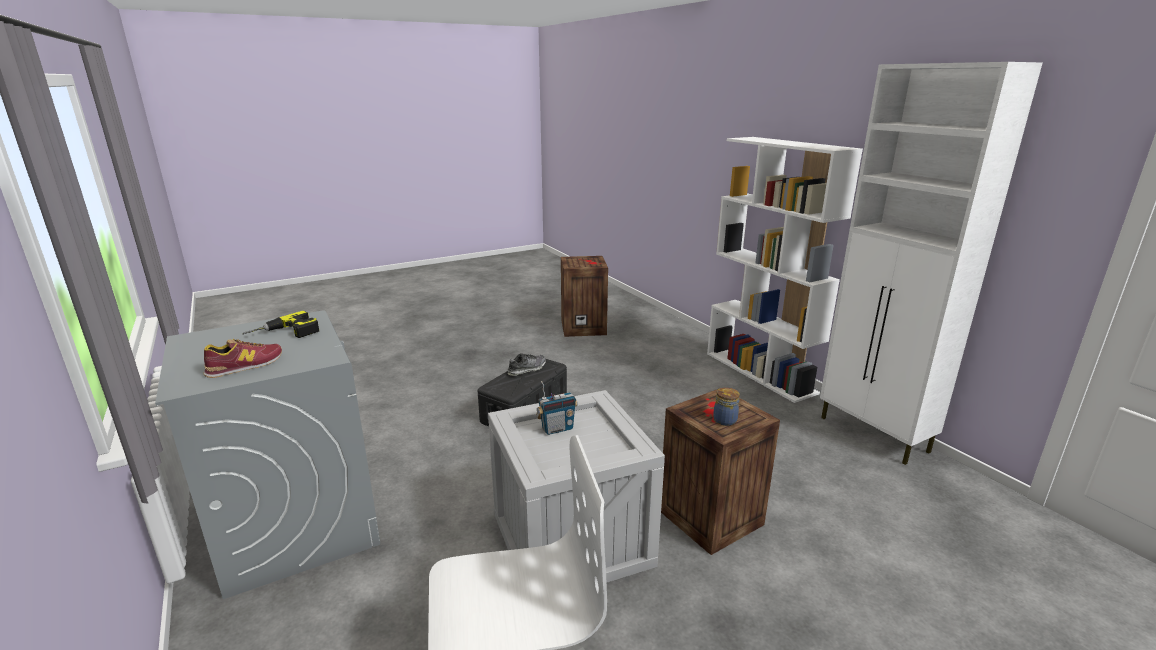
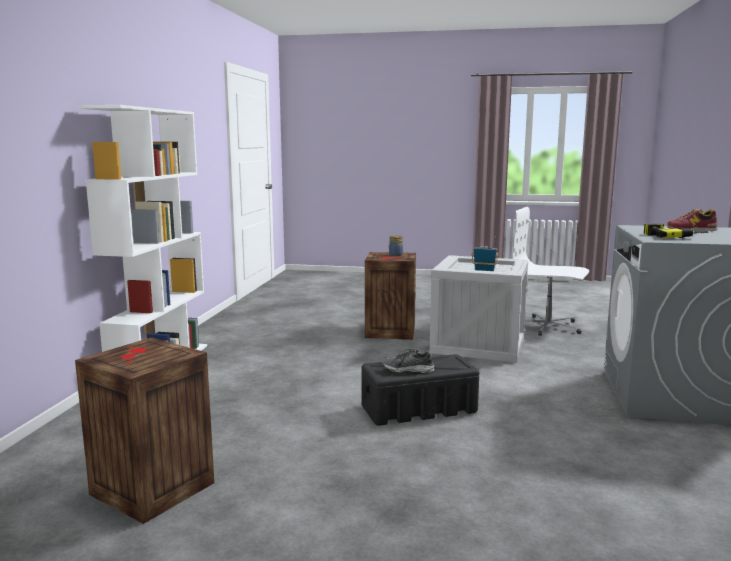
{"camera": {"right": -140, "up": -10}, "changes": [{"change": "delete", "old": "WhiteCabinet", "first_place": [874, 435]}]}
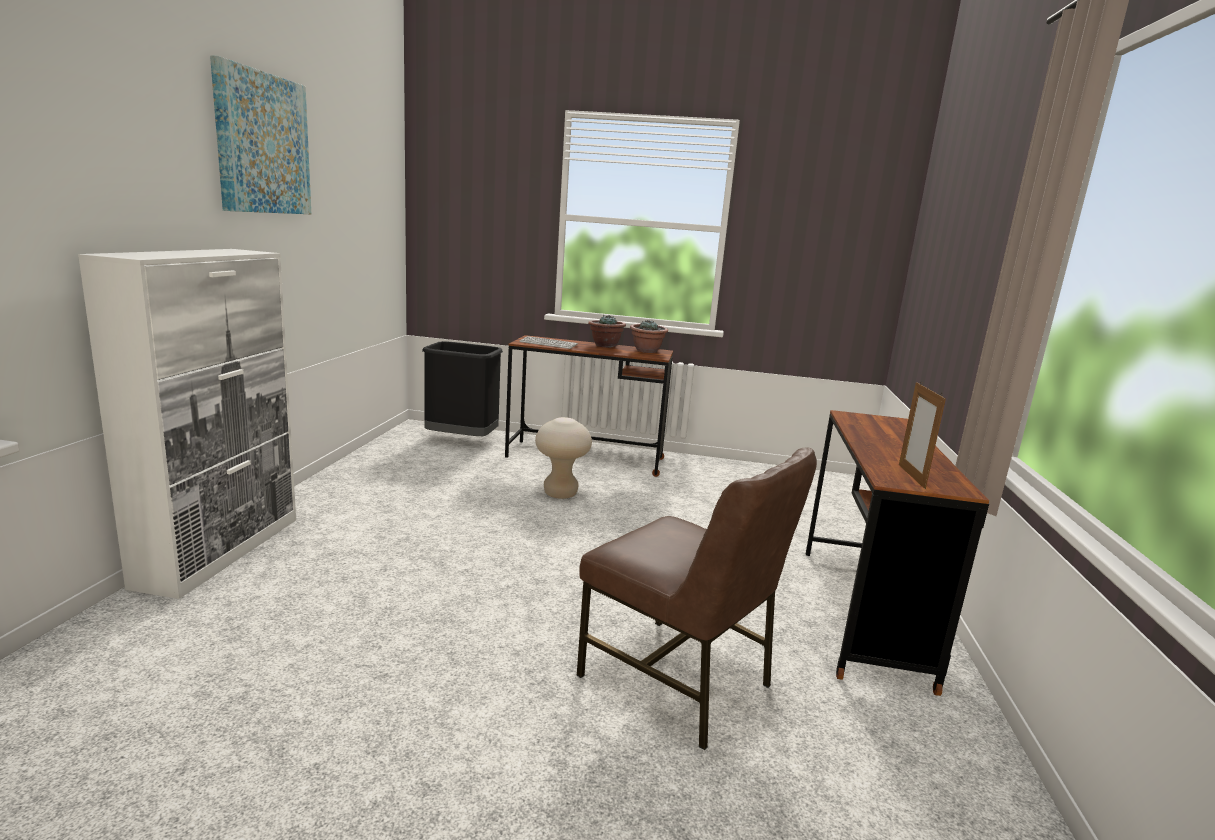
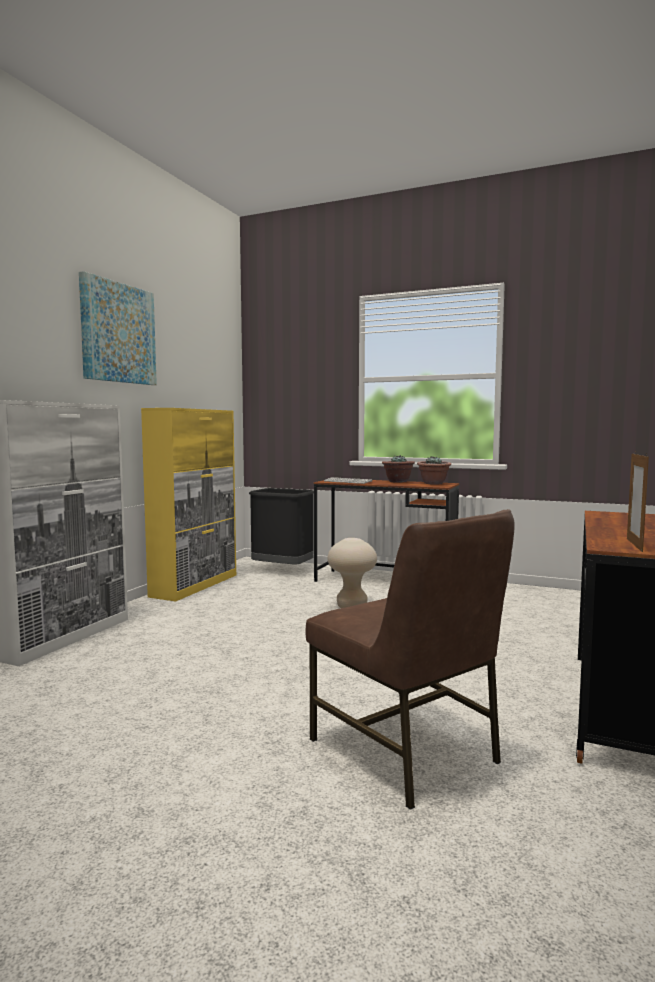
{"camera": {"right": 15, "up": -10}, "changes": [{"change": "insert", "new": "YellowCabinet", "second_place": [195, 585]}]}
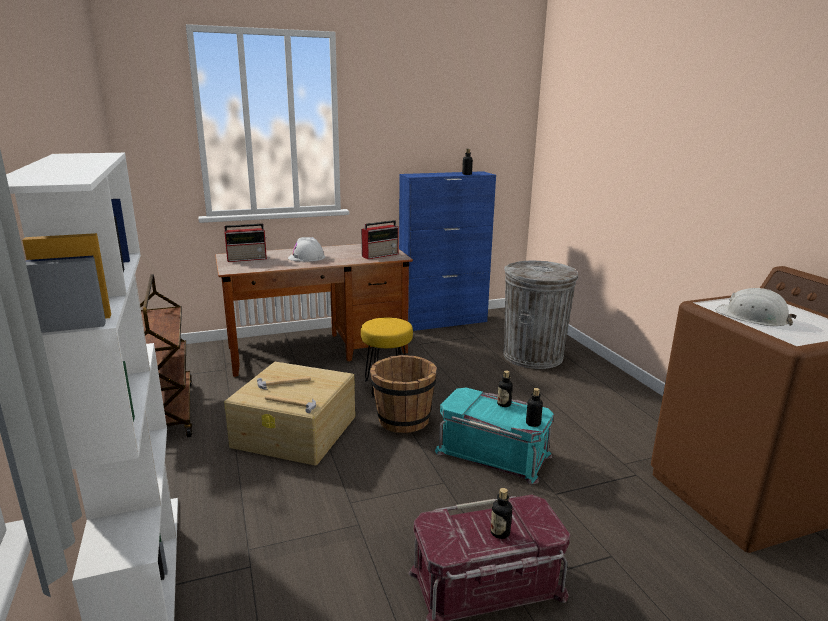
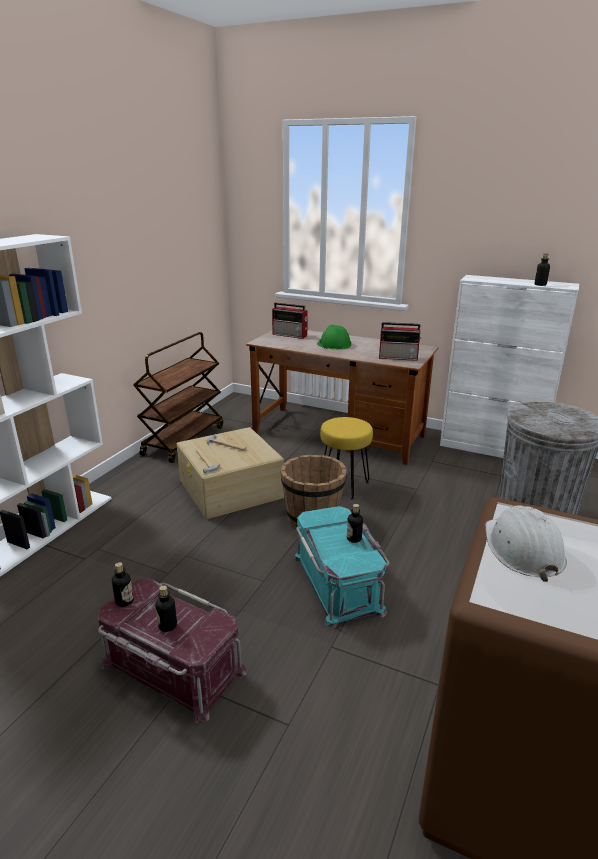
{"camera": {"right": 45, "up": 5}, "changes": [{"change": "recolor", "old": "WhiteHardHat", "new": "GreenHardHat", "first_place": [306, 257], "second_place": [334, 344]}, {"change": "recolor", "old": "BlueCabinet", "new": "WhiteCabinet", "first_place": [443, 321], "second_place": [491, 449]}, {"change": "move", "old": "Bottle", "first_place": [533, 423], "second_place": [124, 601]}]}
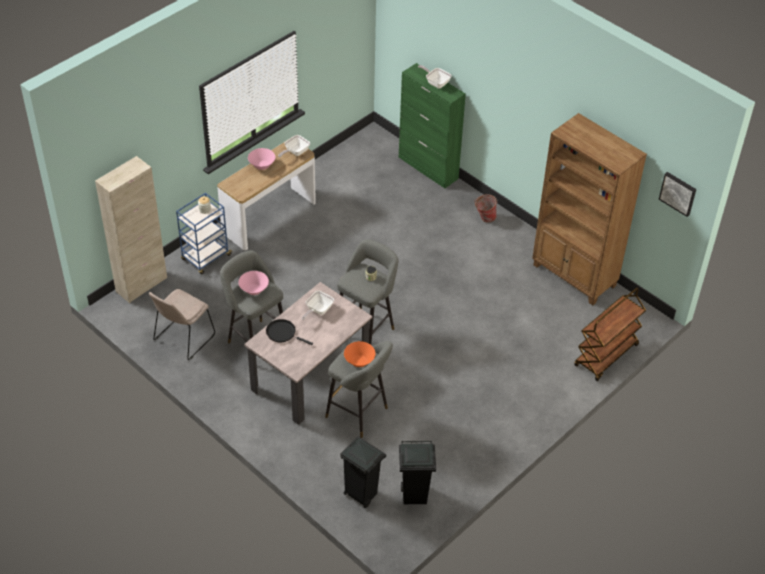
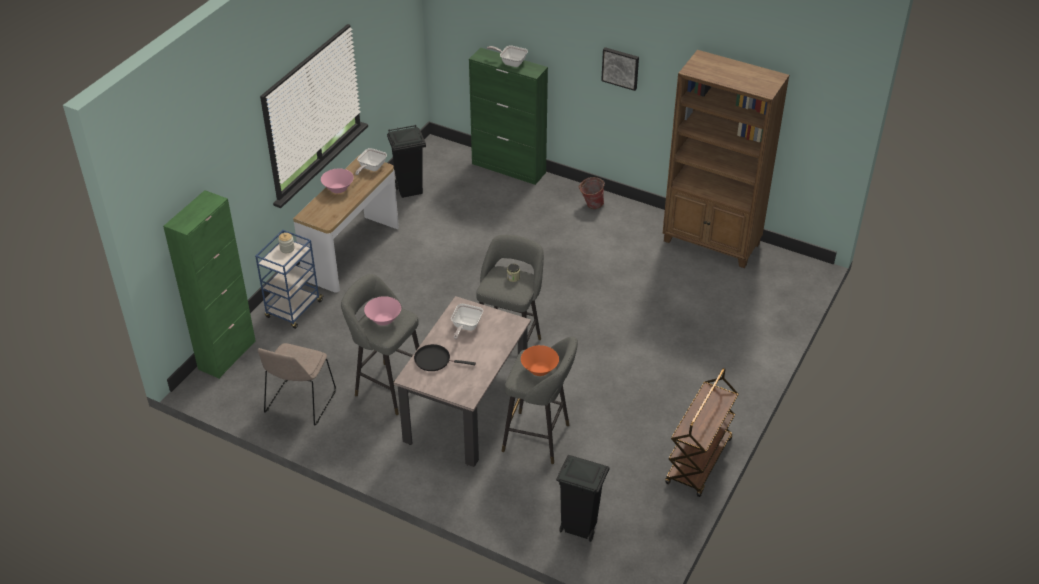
{"camera": {"right": -15, "up": -5}, "changes": [{"change": "recolor", "old": "BeigeCabinet", "new": "GreenCabinet", "first_place": [141, 285], "second_place": [227, 355]}, {"change": "move", "old": "BlackTrashCan", "first_place": [415, 495], "second_place": [410, 190]}, {"change": "move", "old": "BrownCart", "first_place": [606, 356], "second_place": [699, 462]}, {"change": "move", "old": "Picture", "first_place": [678, 193], "second_place": [620, 68]}]}
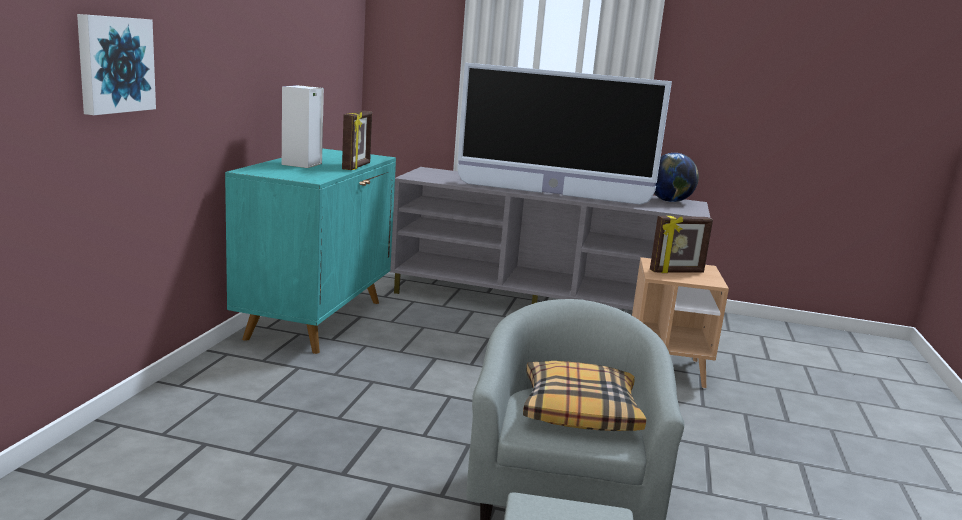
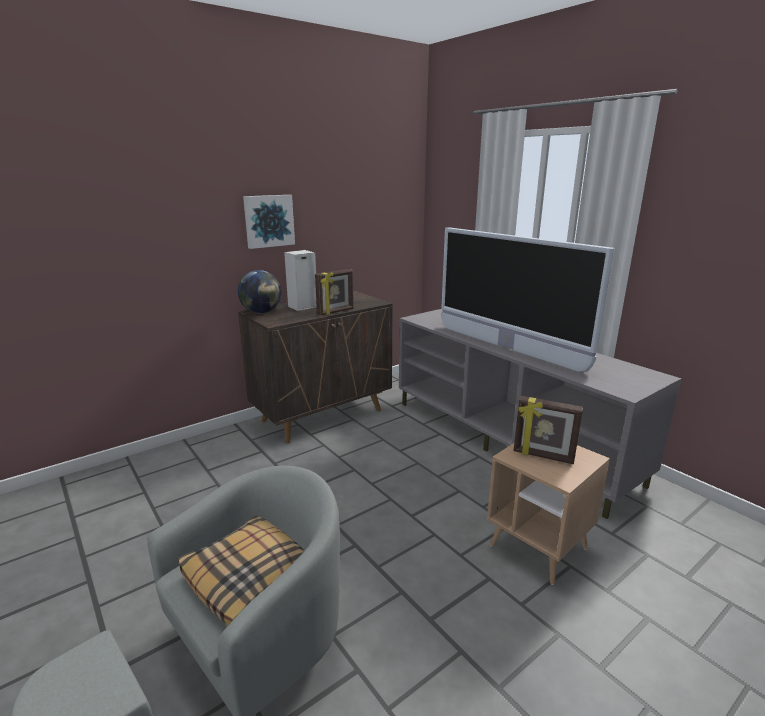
{"camera": {"right": 40, "up": 5}, "changes": [{"change": "move", "old": "Picture", "first_place": [114, 64], "second_place": [268, 221]}, {"change": "recolor", "old": "TurquoiseCabinet", "new": "BrownCabinet", "first_place": [316, 319], "second_place": [323, 415]}, {"change": "move", "old": "Globe", "first_place": [669, 201], "second_place": [261, 312]}]}
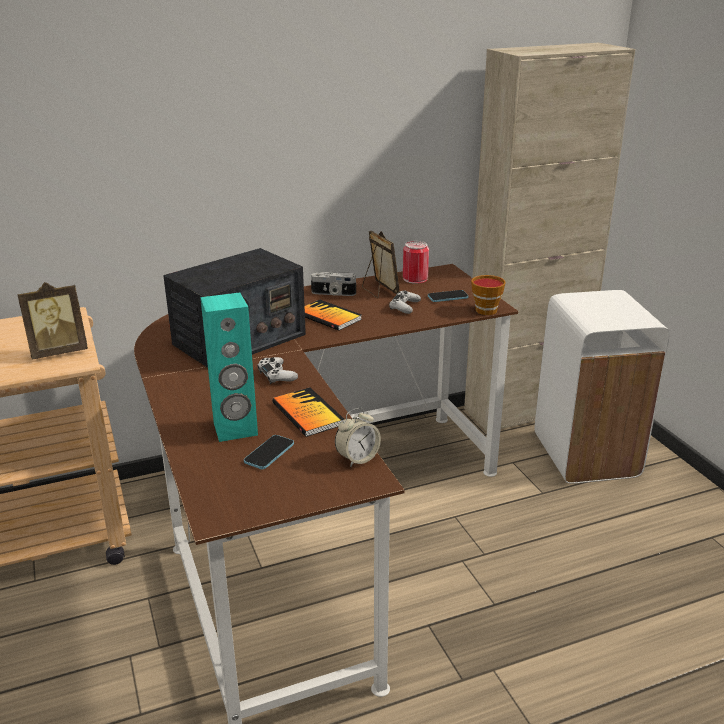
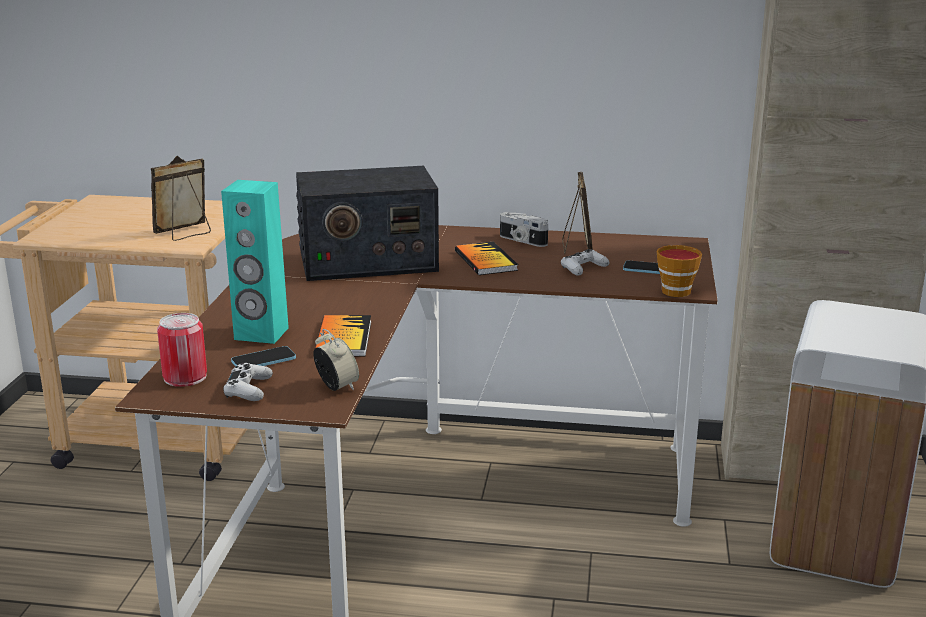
{"camera": {"right": 30, "up": -5}, "changes": [{"change": "rotate", "old": "PictureFrame", "first_place": [59, 352], "second_place": [185, 233], "degrees": 135}, {"change": "move", "old": "WhiteGameController", "first_place": [277, 375], "second_place": [248, 390]}, {"change": "rotate", "old": "AlarmClock", "first_place": [357, 458], "second_place": [337, 387], "degrees": -120}, {"change": "move", "old": "Can", "first_place": [415, 278], "second_place": [185, 377]}]}
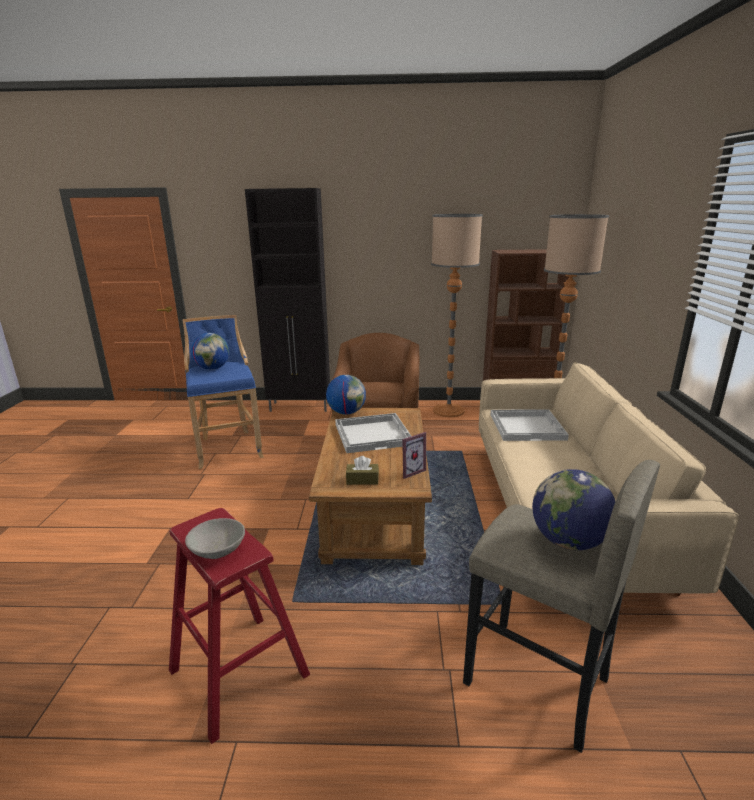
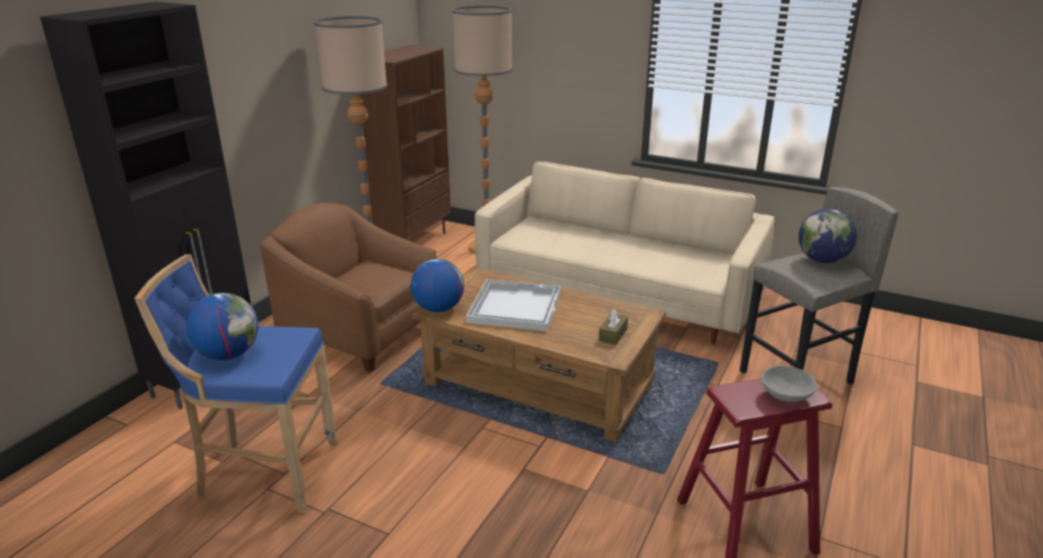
{"camera": {"right": -65, "up": 5}, "changes": [{"change": "delete", "old": "PictureFrame", "first_place": [410, 471]}, {"change": "delete", "old": "WhiteTray", "first_place": [527, 426]}]}
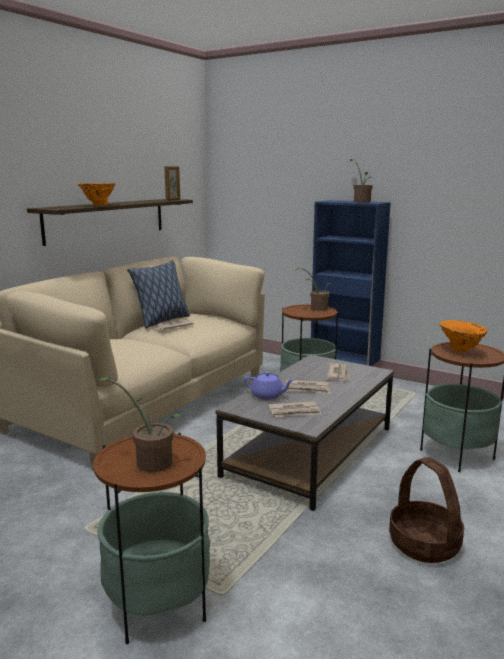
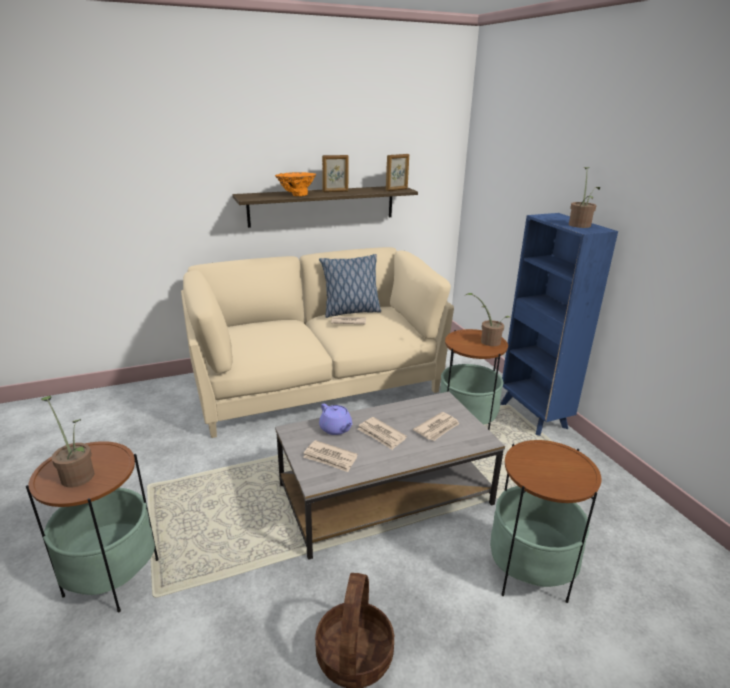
{"camera": {"right": 35, "up": 10}, "changes": [{"change": "delete", "old": "OrangeVase", "first_place": [460, 351]}, {"change": "insert", "new": "PictureFrame", "second_place": [335, 191]}]}
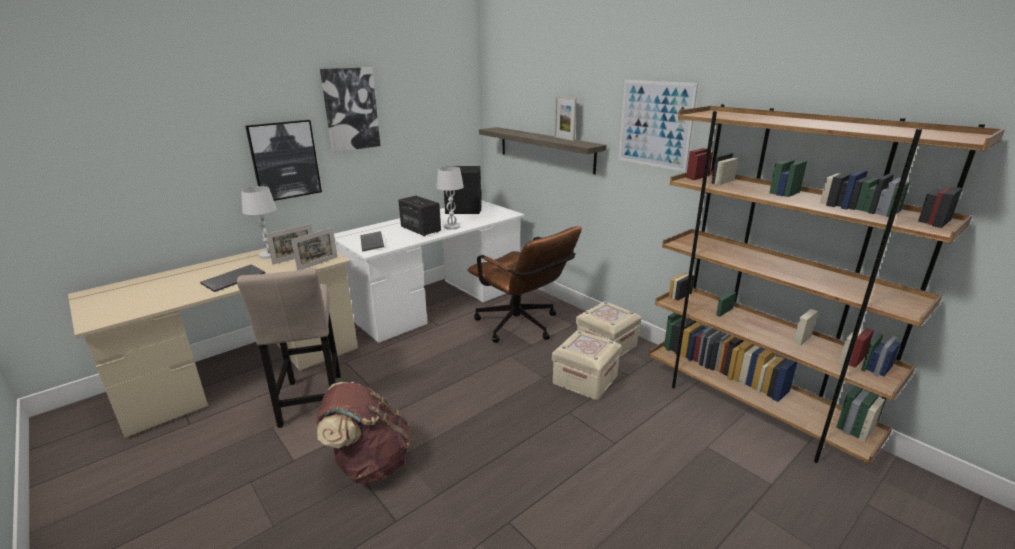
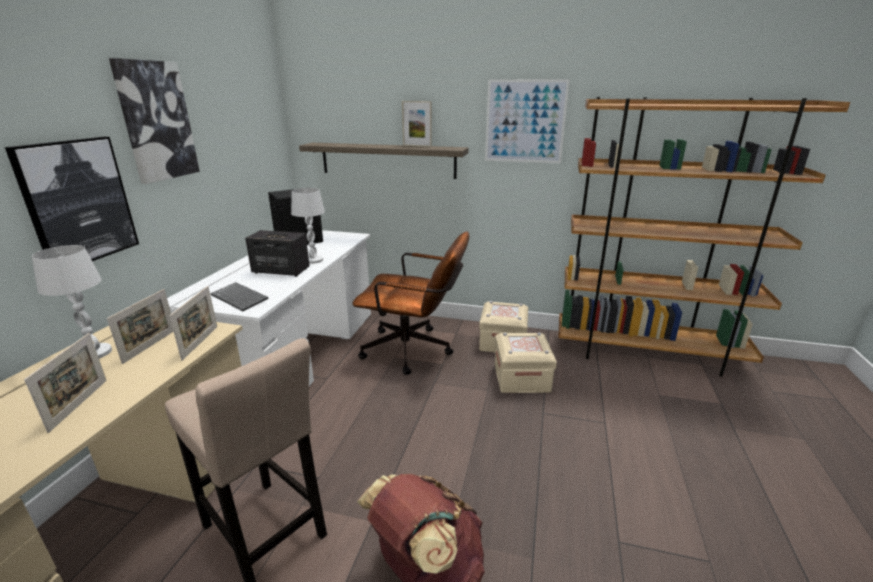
{"camera": {"right": -35, "up": 0}, "changes": [{"change": "replace", "old": "Keyboard", "new": "PictureFrame", "first_place": [234, 278], "second_place": [79, 404]}]}
